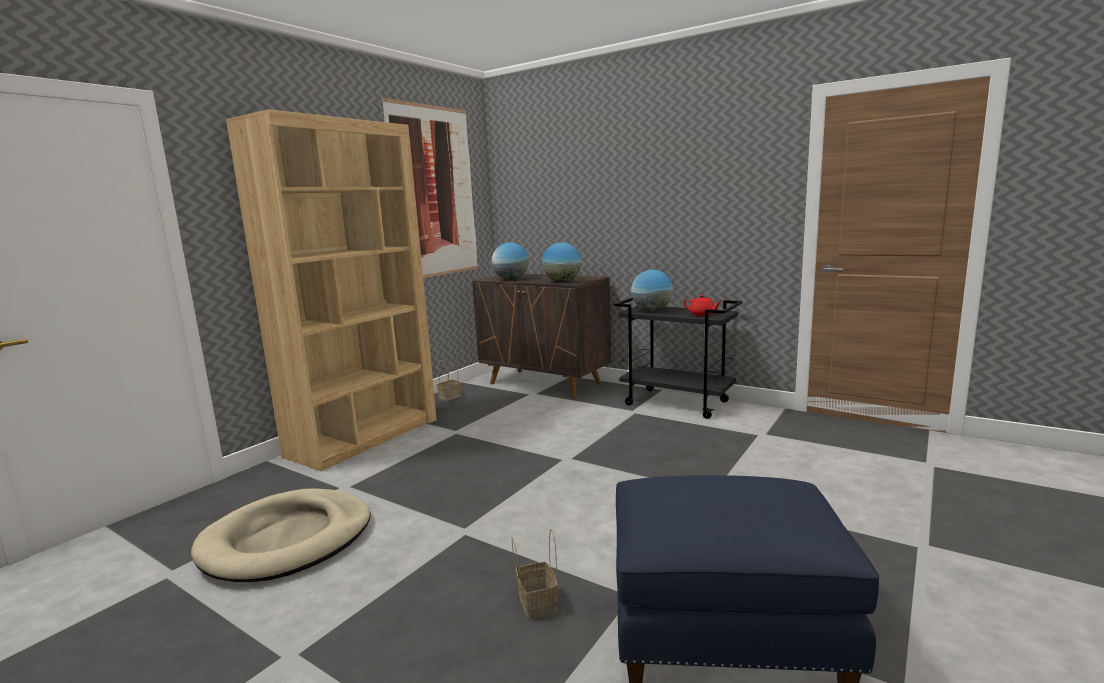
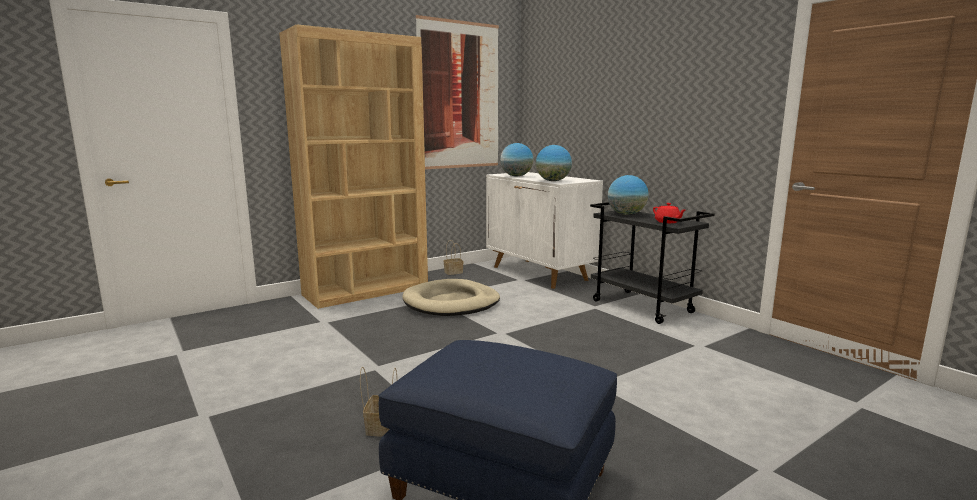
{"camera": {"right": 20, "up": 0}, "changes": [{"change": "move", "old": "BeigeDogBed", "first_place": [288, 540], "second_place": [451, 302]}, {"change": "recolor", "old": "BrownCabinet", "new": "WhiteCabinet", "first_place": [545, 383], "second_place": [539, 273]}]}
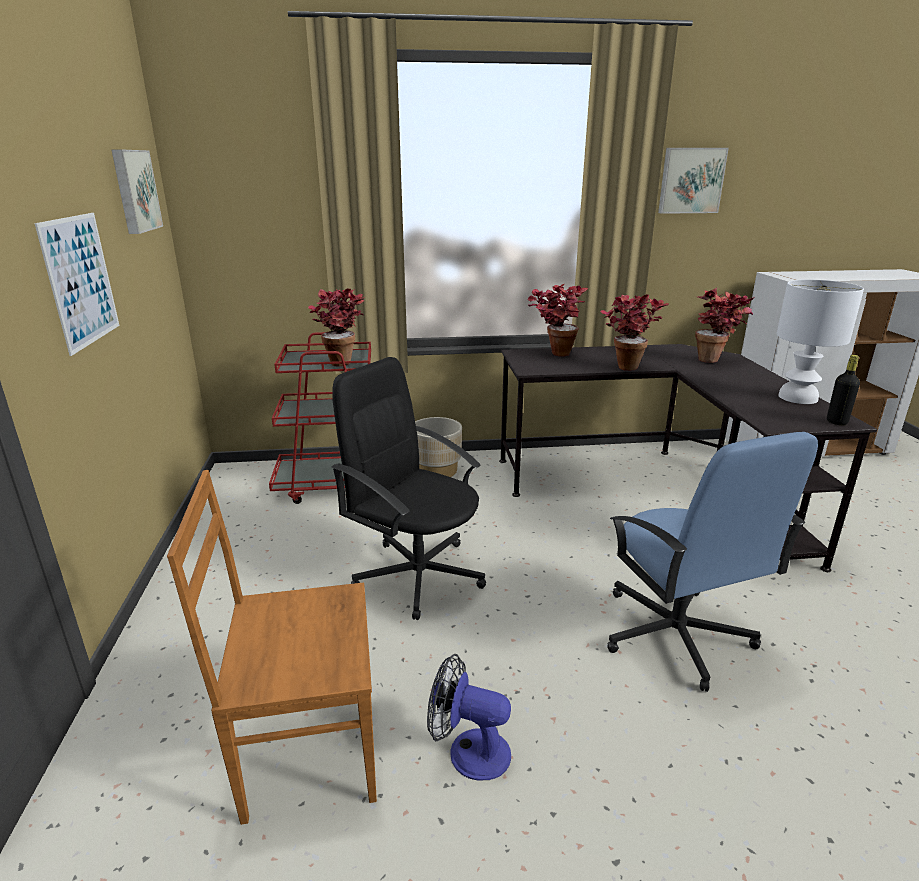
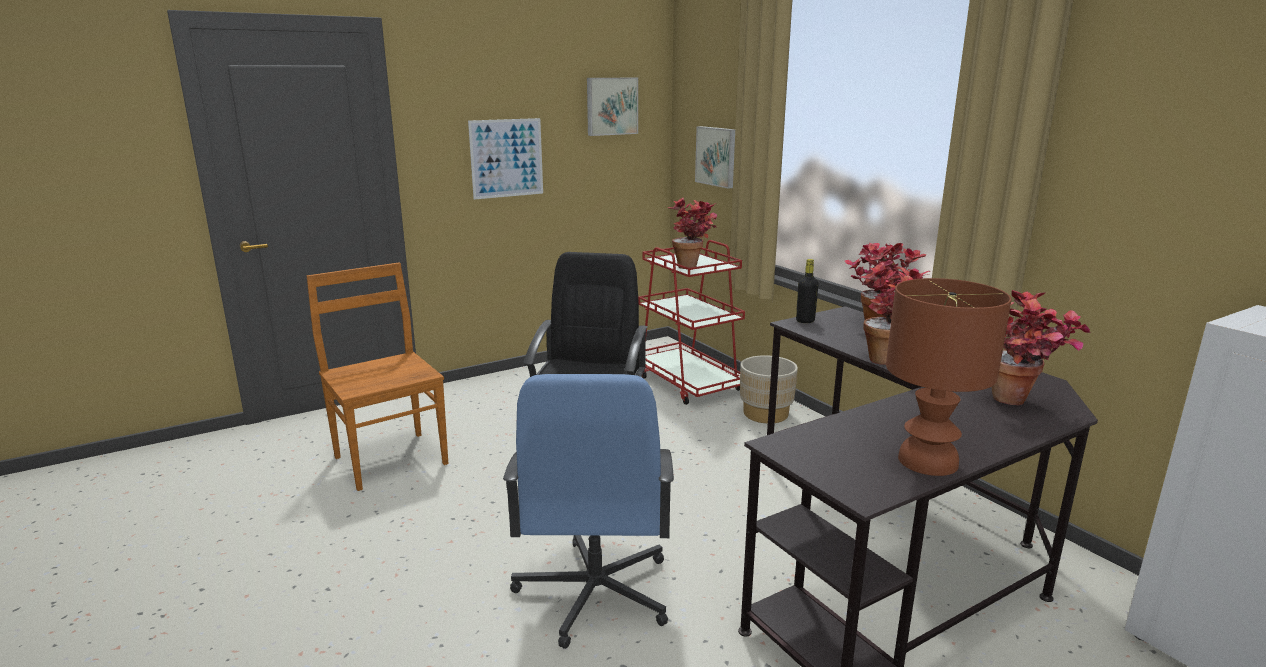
{"camera": {"right": 65, "up": -5}, "changes": [{"change": "delete", "old": "Fan", "first_place": [468, 751]}, {"change": "rotate", "old": "BlueOfficeChair", "first_place": [676, 635], "second_place": [594, 593], "degrees": -45}, {"change": "move", "old": "Picture", "first_place": [691, 180], "second_place": [717, 156]}, {"change": "recolor", "old": "WhiteTableLamp", "new": "BrownTableLamp", "first_place": [798, 398], "second_place": [926, 461]}, {"change": "move", "old": "BlackBottle", "first_place": [836, 422], "second_place": [805, 321]}]}
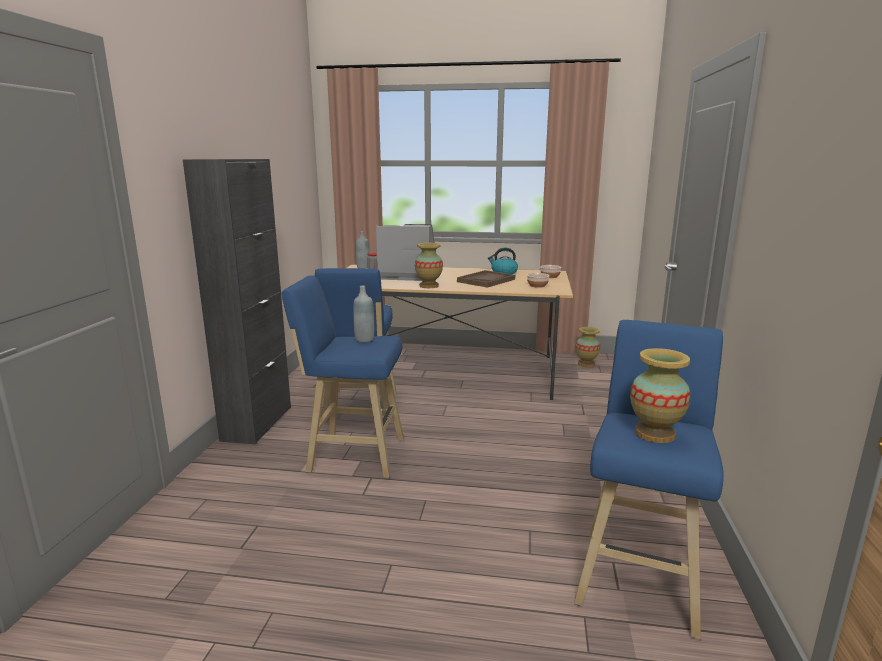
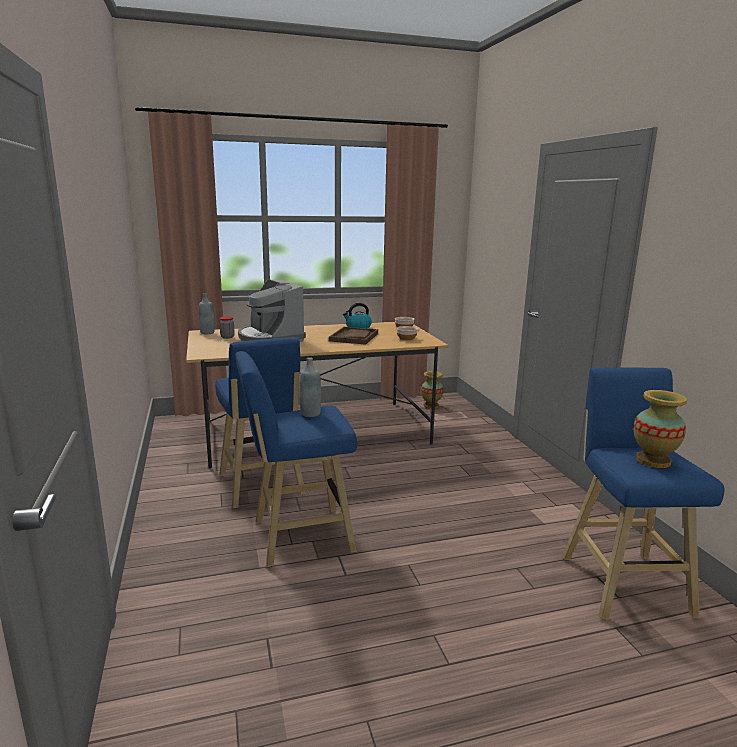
{"camera": {"right": -25, "up": 0}, "changes": [{"change": "delete", "old": "BlackCabinet", "first_place": [257, 423]}, {"change": "rotate", "old": "CoffeeMachine", "first_place": [408, 275], "second_place": [270, 338], "degrees": -105}, {"change": "delete", "old": "Vase", "first_place": [428, 286]}]}
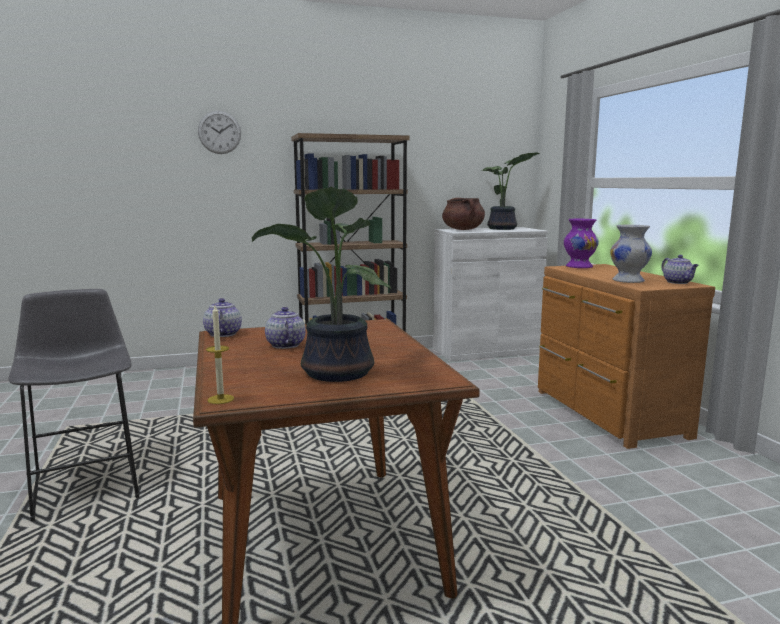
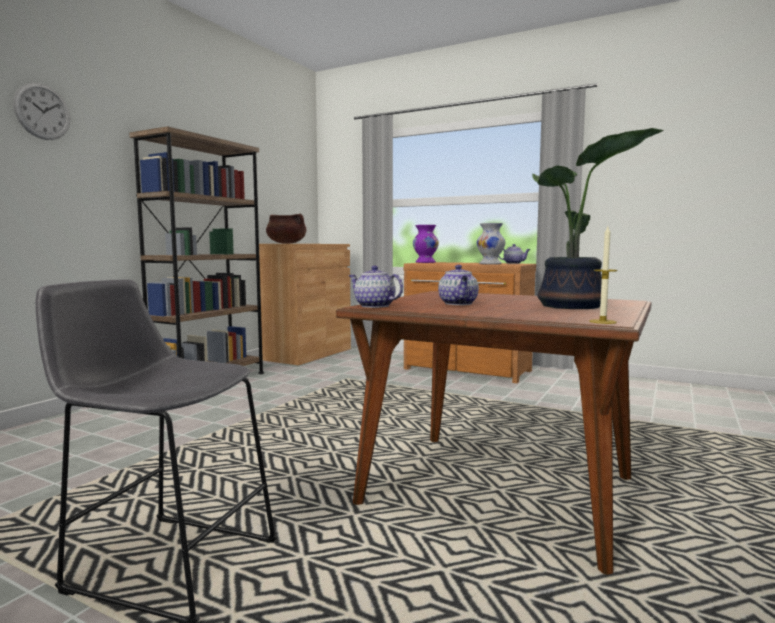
{"camera": {"right": -45, "up": -5}, "changes": [{"change": "rotate", "old": "Teapot", "first_place": [285, 345], "second_place": [458, 304], "degrees": -120}, {"change": "recolor", "old": "WhiteCabinet", "new": "BrownCabinet", "first_place": [486, 350], "second_place": [308, 354]}, {"change": "delete", "old": "PottedPlant", "first_place": [503, 229]}]}
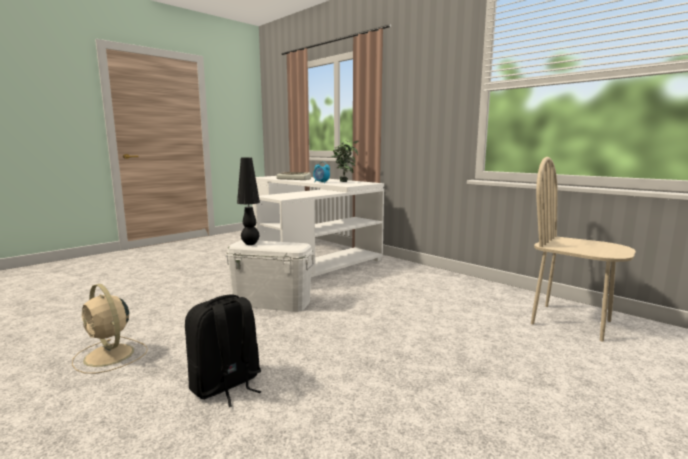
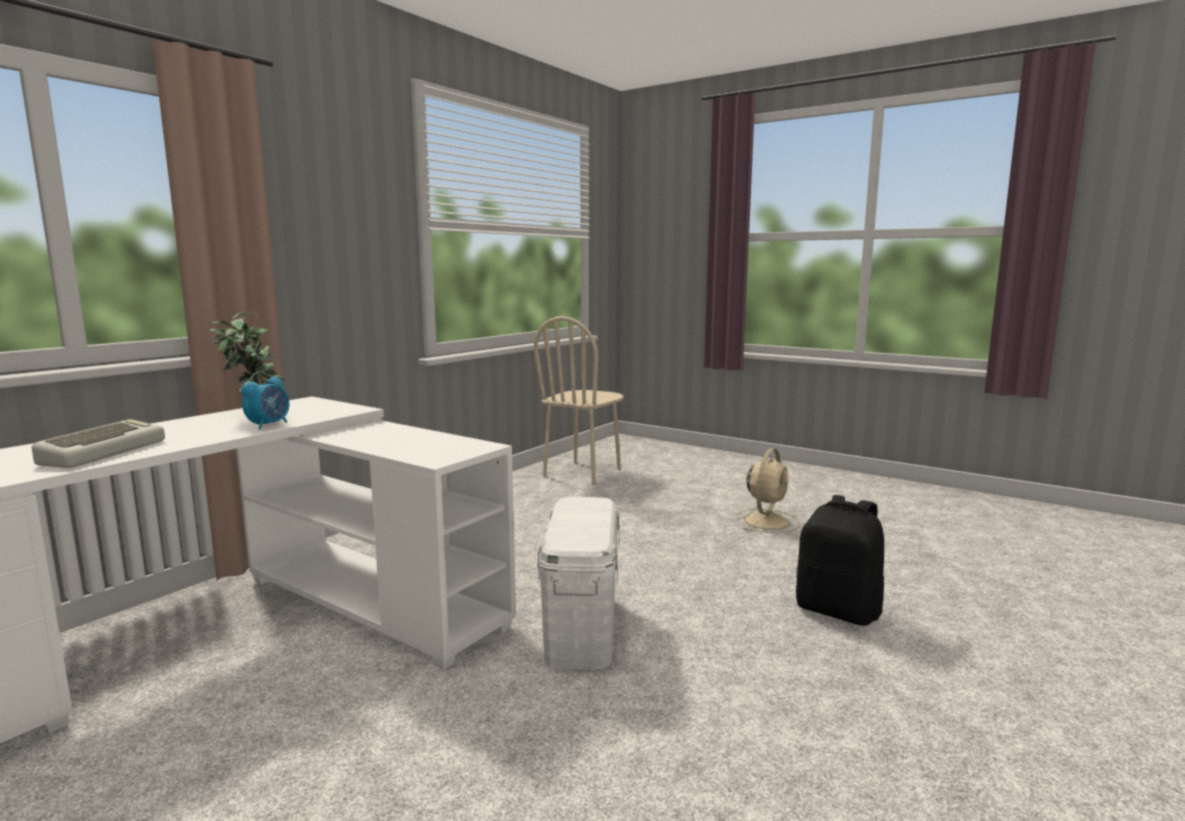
{"camera": {"right": -100, "up": 0}, "changes": [{"change": "move", "old": "BeigeFan", "first_place": [110, 356], "second_place": [767, 521]}, {"change": "delete", "old": "BlackTableLamp", "first_place": [250, 244]}]}
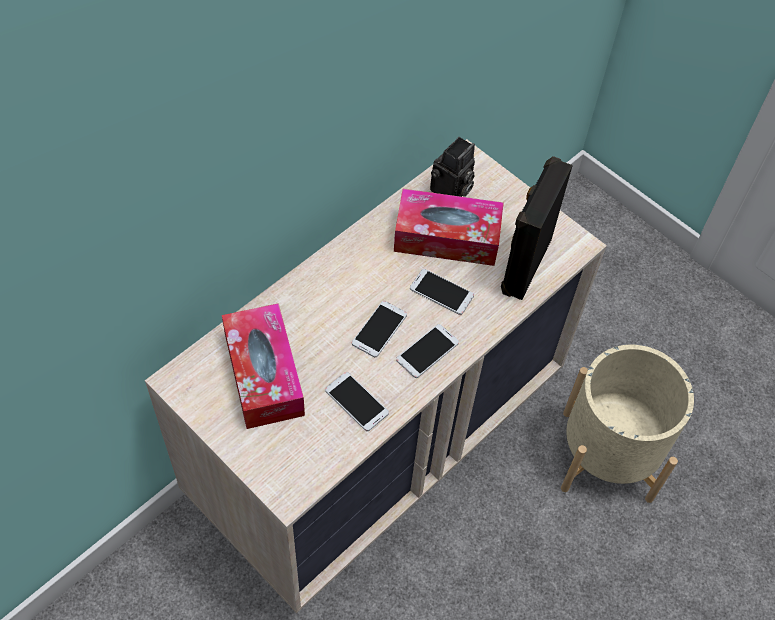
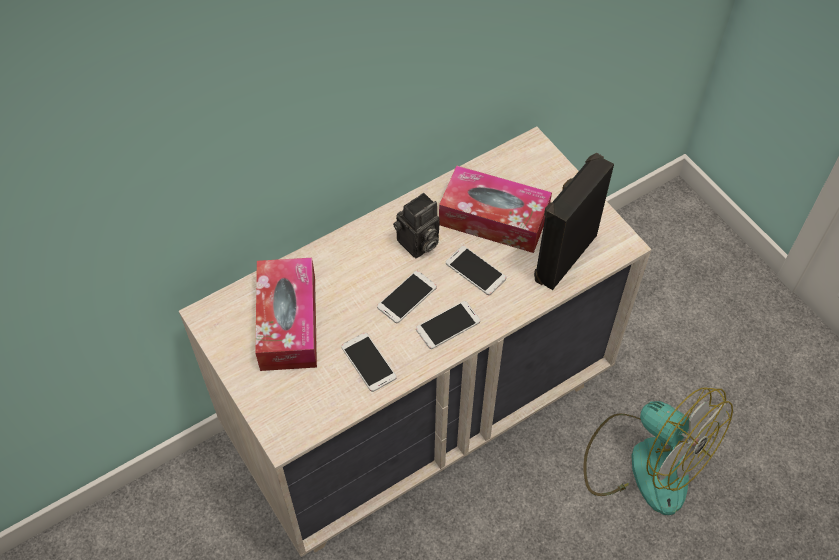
{"camera": {"right": 15, "up": 0}, "changes": [{"change": "move", "old": "PhotoCamera", "first_place": [451, 191], "second_place": [417, 244]}, {"change": "replace", "old": "BeigePlanter", "new": "Fan", "first_place": [607, 455], "second_place": [645, 461]}]}
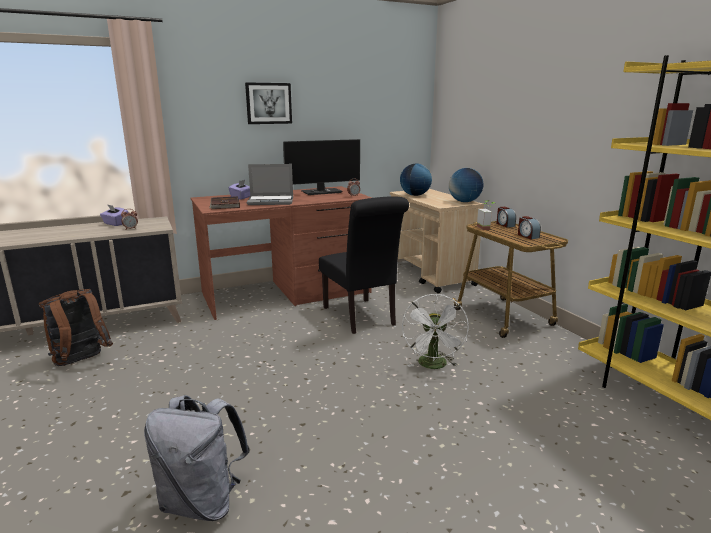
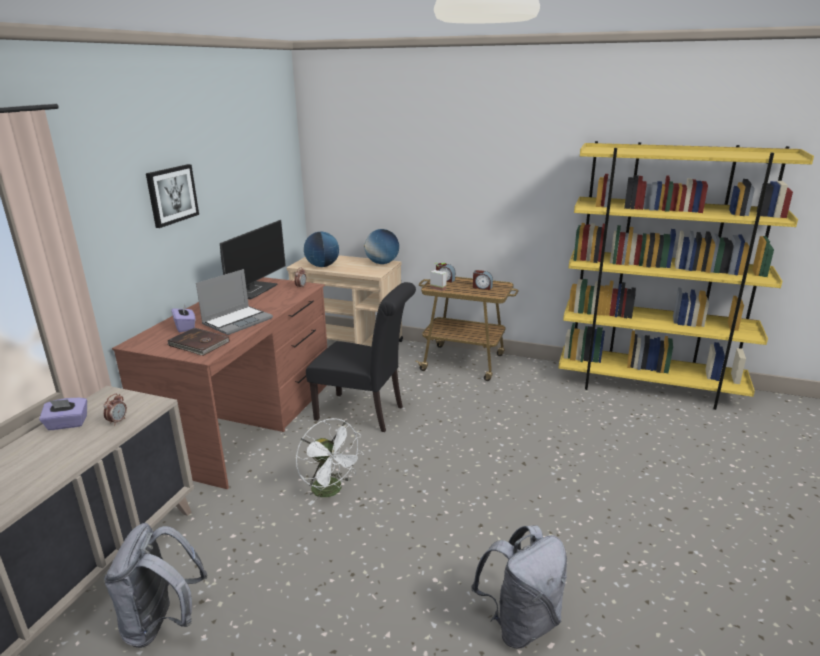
{"camera": {"right": -45, "up": 5}, "changes": [{"change": "recolor", "old": "BrownBackpack", "new": "GreyBackpack", "first_place": [81, 361], "second_place": [162, 623]}, {"change": "move", "old": "WhiteFan", "first_place": [434, 366], "second_place": [331, 491]}]}
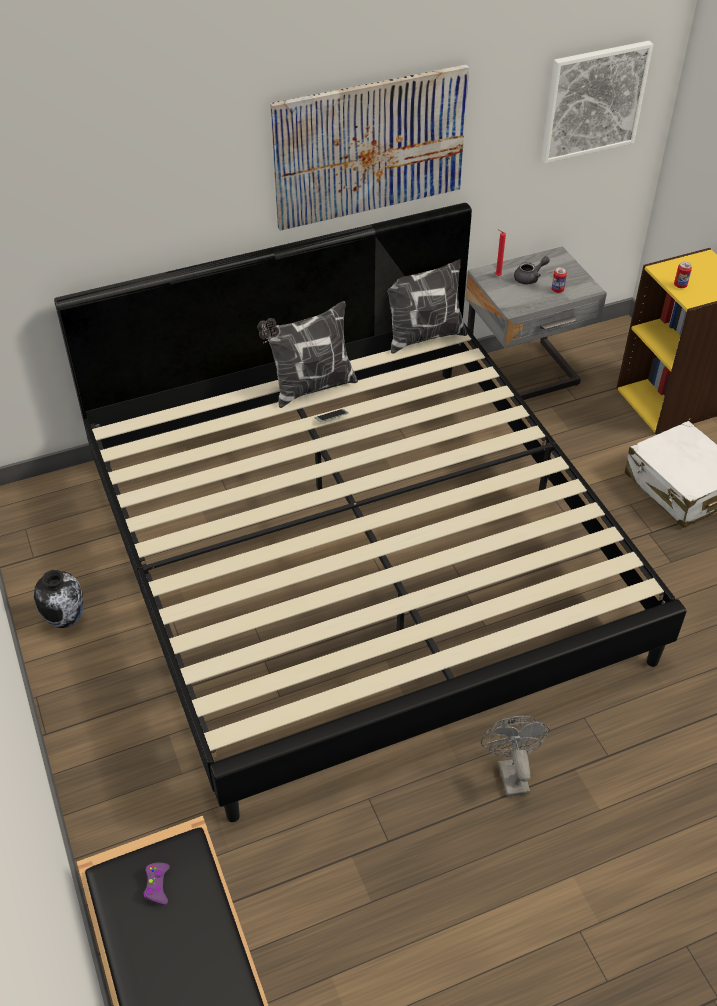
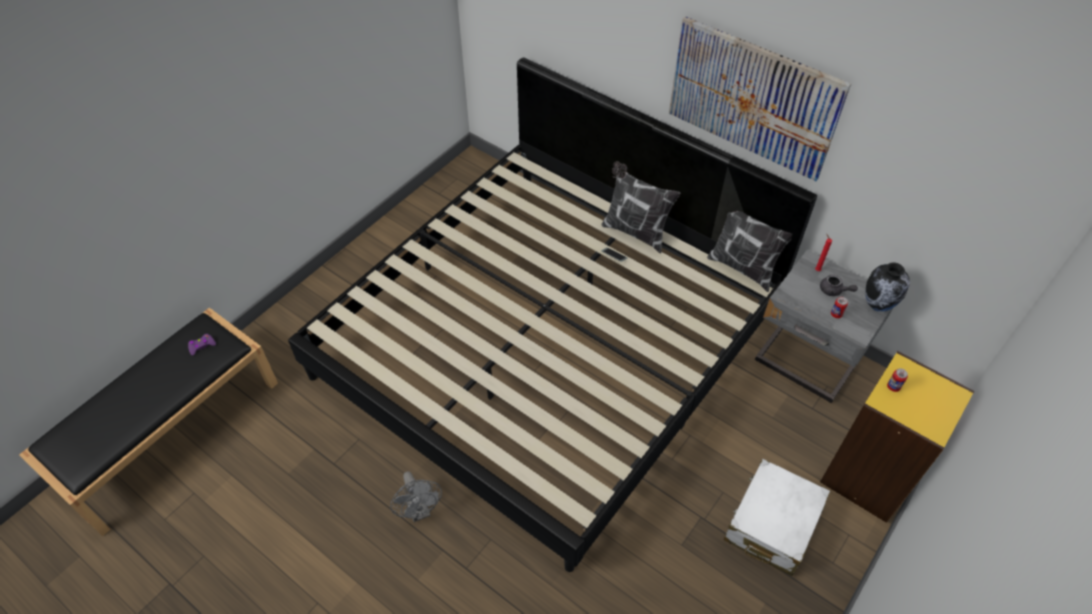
{"camera": {"right": 60, "up": 5}, "changes": [{"change": "move", "old": "Vase", "first_place": [66, 620], "second_place": [878, 305]}, {"change": "rotate", "old": "GreyFan", "first_place": [510, 772], "second_place": [419, 511], "degrees": 105}, {"change": "delete", "old": "Picture", "first_place": [593, 101]}]}
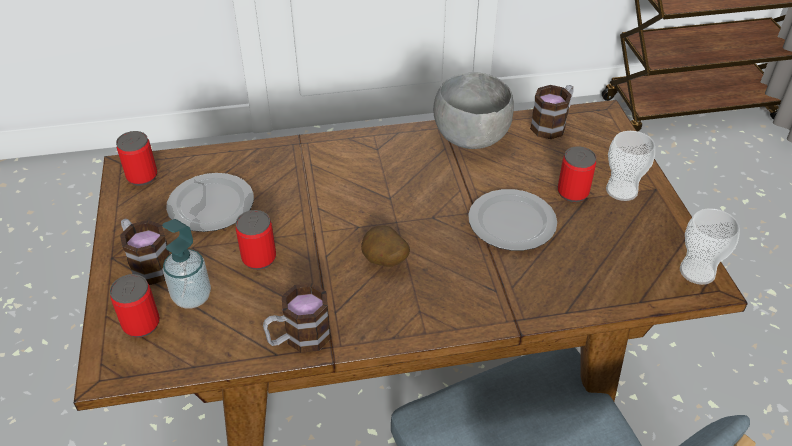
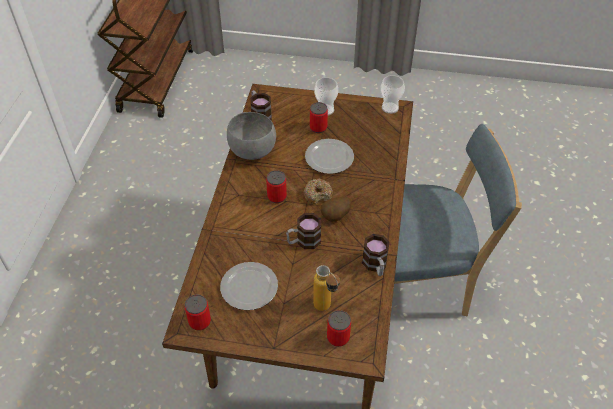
{"camera": {"right": -70, "up": 5}, "changes": [{"change": "move", "old": "Mug", "first_place": [147, 264], "second_place": [303, 241]}, {"change": "replace", "old": "SoapDispenser", "new": "Bottle", "first_place": [192, 297], "second_place": [326, 309]}, {"change": "move", "old": "Can", "first_place": [259, 258], "second_place": [277, 196]}, {"change": "insert", "new": "Donut", "second_place": [318, 195]}]}
